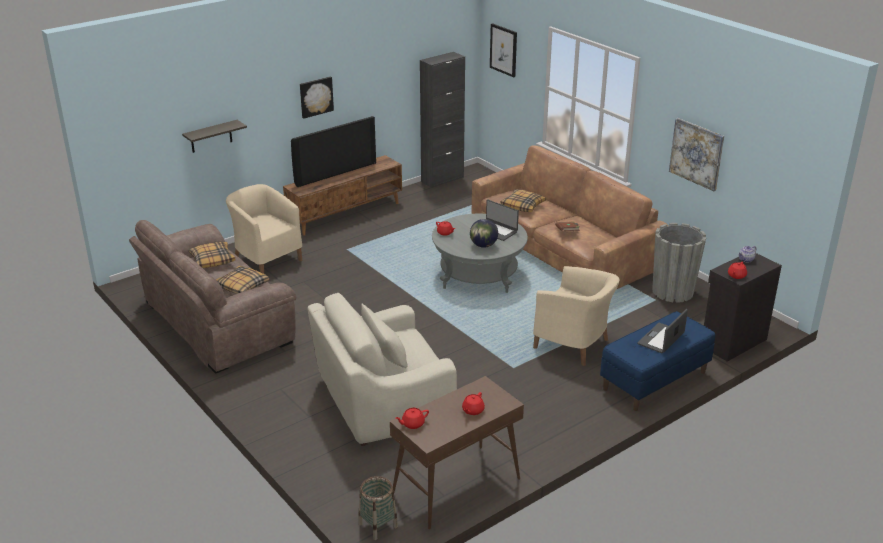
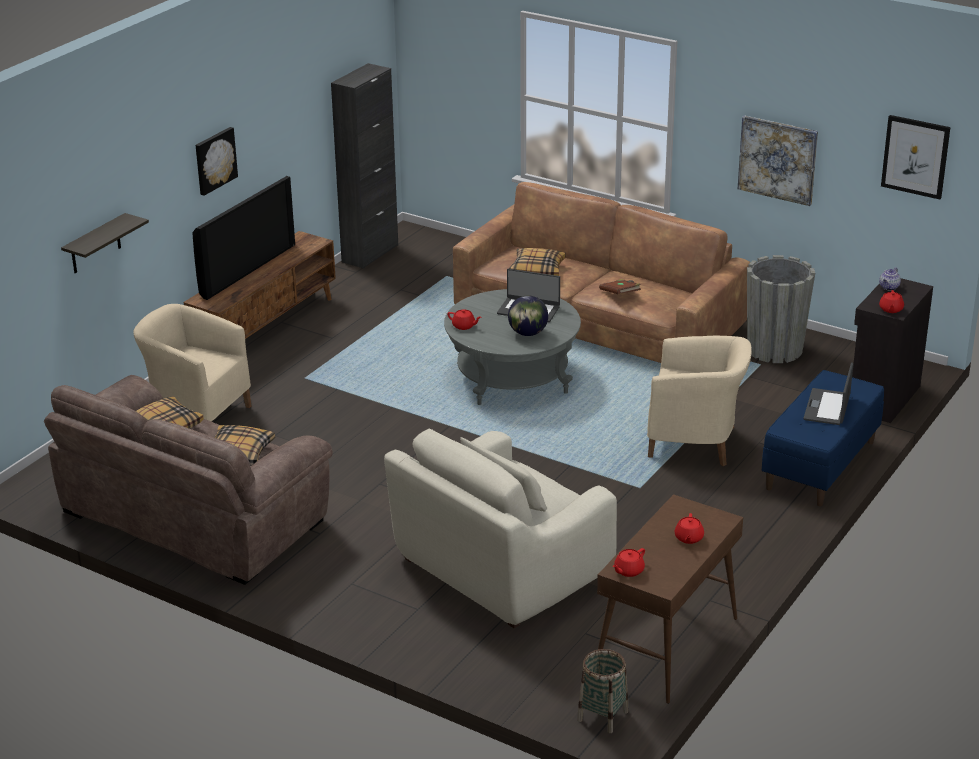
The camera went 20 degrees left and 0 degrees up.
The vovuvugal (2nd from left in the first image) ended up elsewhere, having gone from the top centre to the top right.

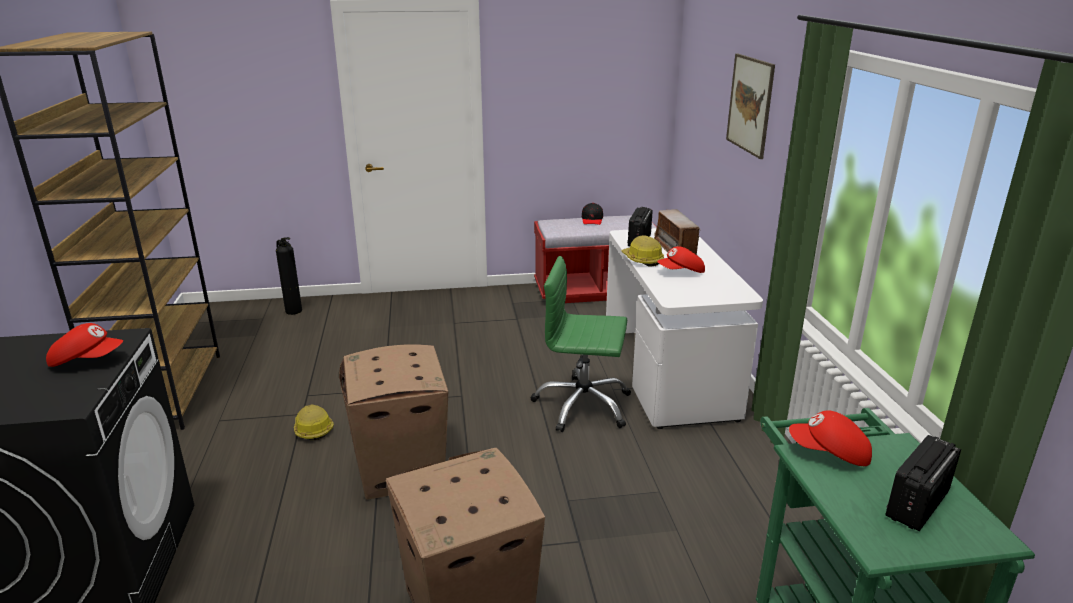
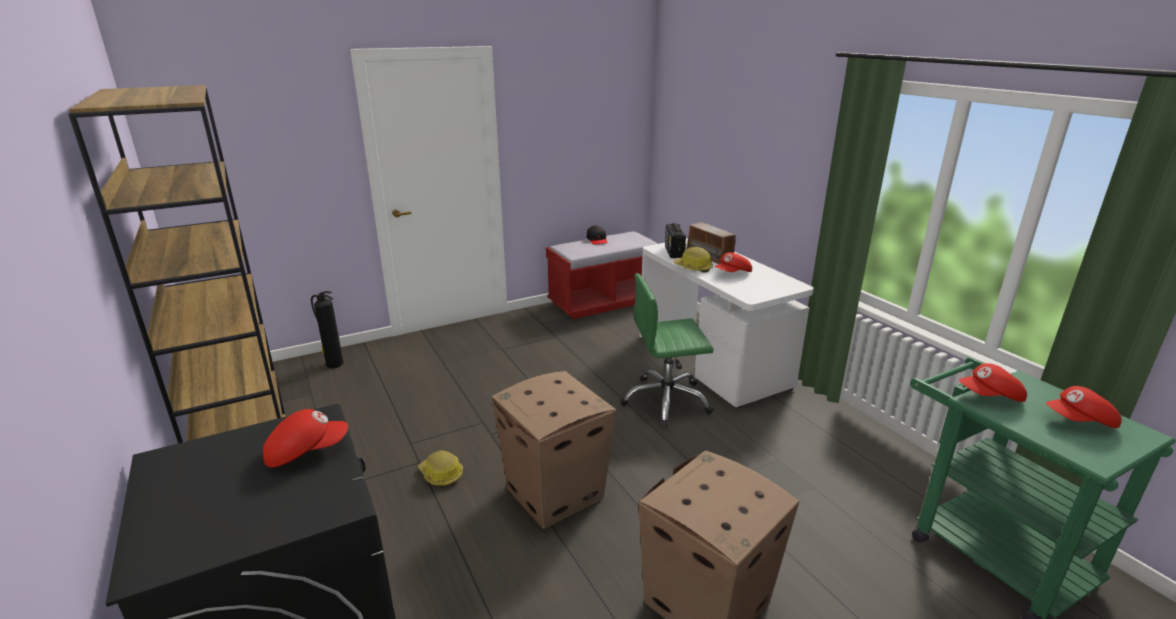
The camera went 20 degrees left and 0 degrees up.
Where the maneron (3rd from left) stood at the bottom right, the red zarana (4th from left) came to stand at the middle right.
The second view lost the vovuvugal at the top right.

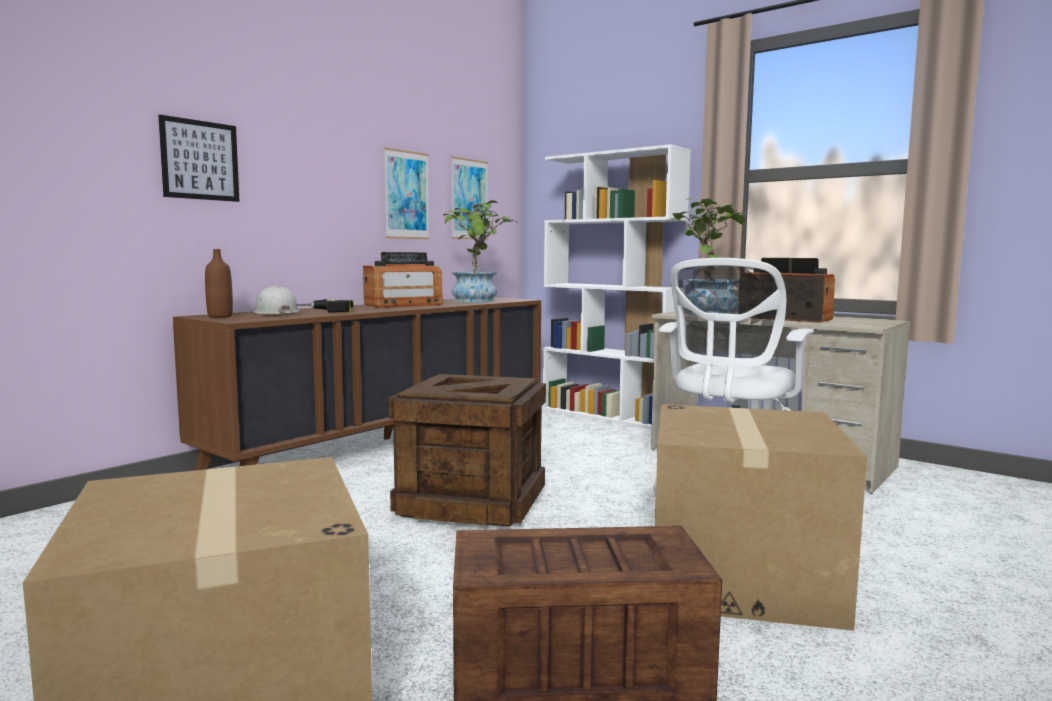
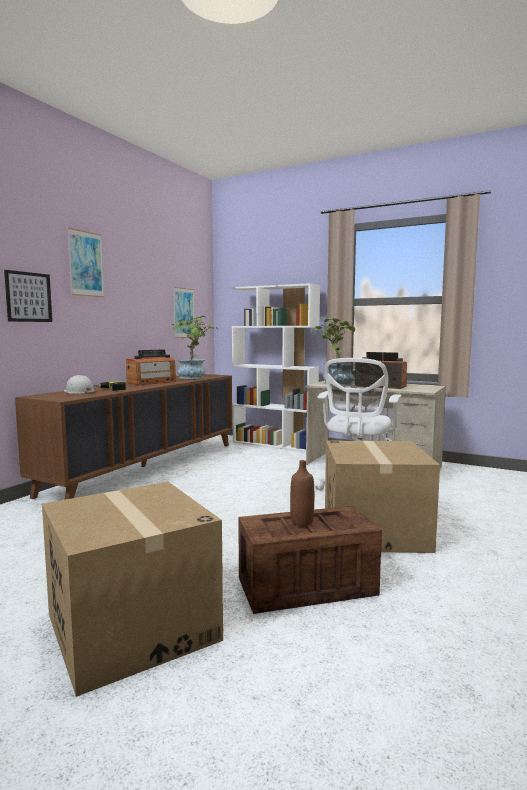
The camera went 10 degrees left and 0 degrees up.
The vovuvugal (2nd from left) ended up elsewhere, having gone from the top centre to the top left.
The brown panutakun ended up elsewhere, having gone from the middle left to the centre.
The second view lost the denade (1st from left) at the centre.

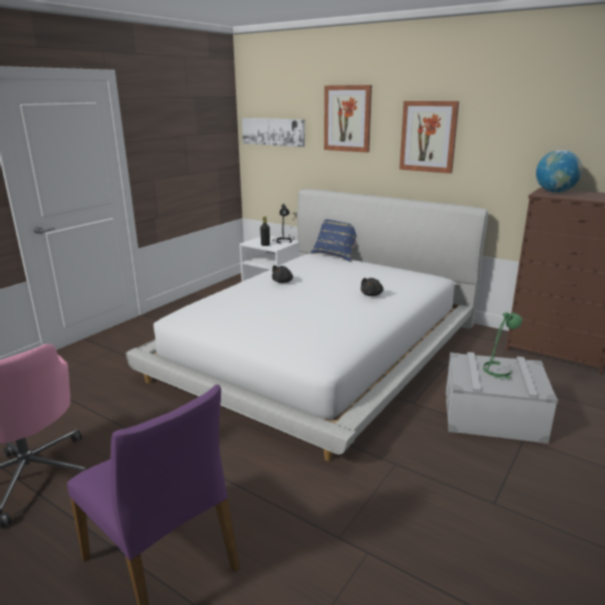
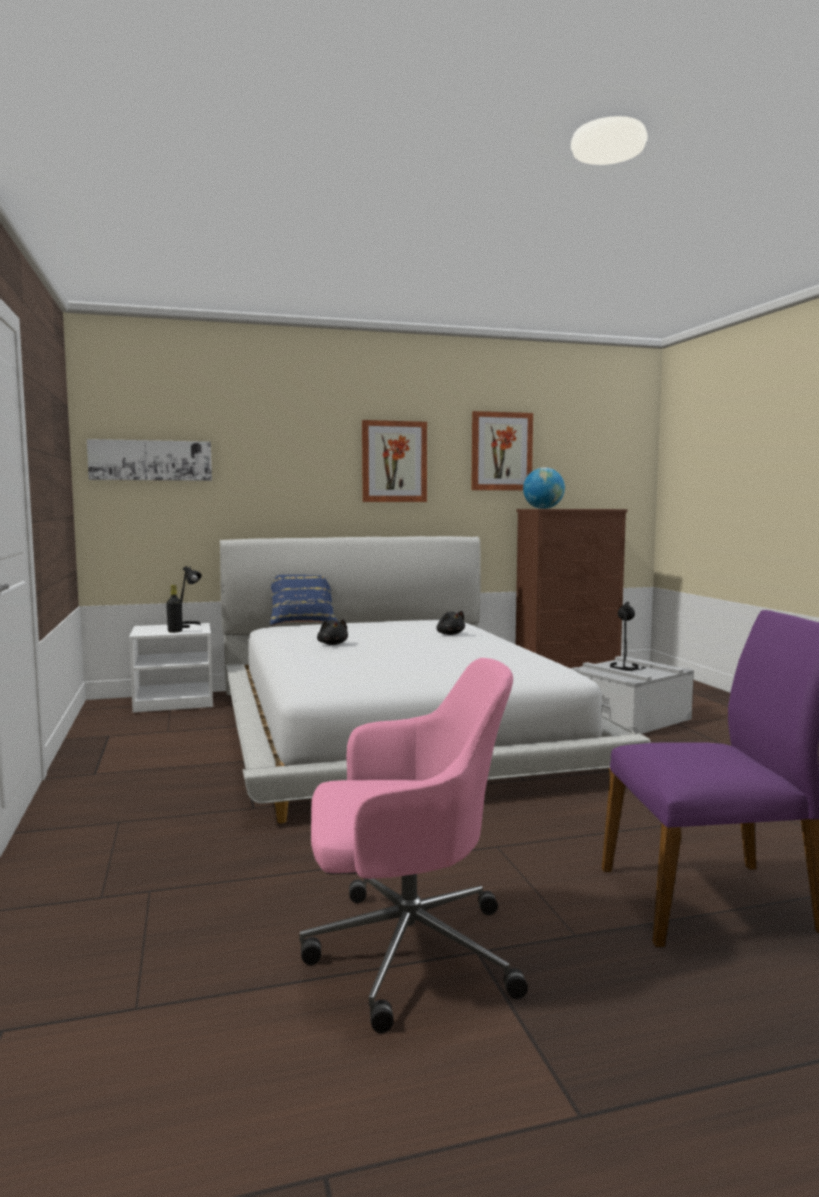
The camera went 50 degrees left and 15 degrees down.
The vovuvugal (2nd from left in the first image) ended up elsewhere, having gone from the top centre to the centre.
What was the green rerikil at the middle right turned into the black rerikil (2nd from left) at the middle right.

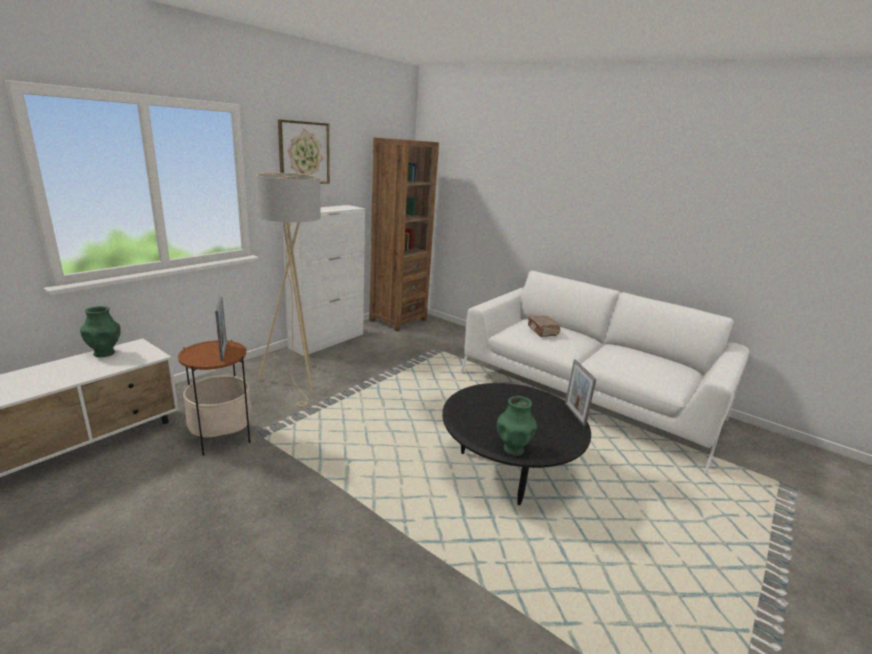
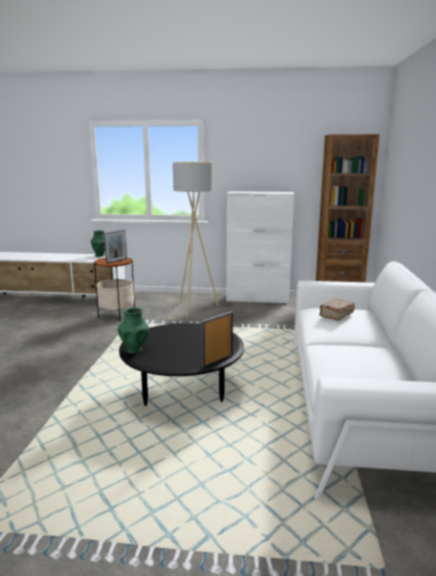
The camera went 60 degrees right and 5 degrees down.
The second view lost the vovuvugal at the top centre.

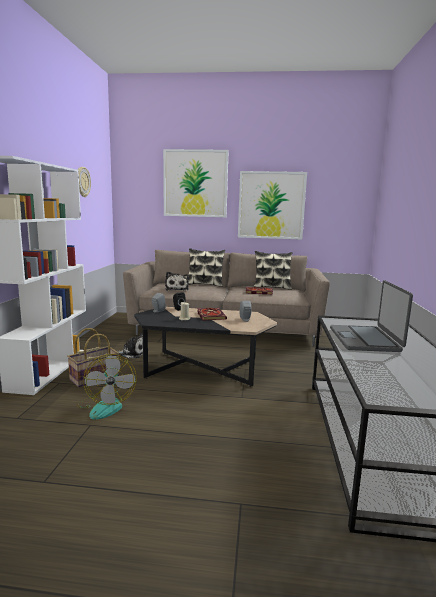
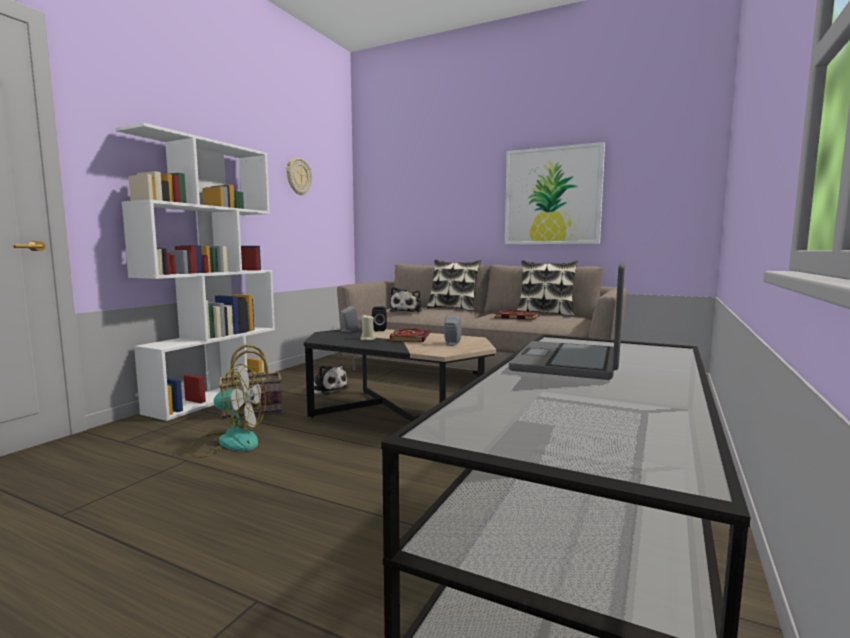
The camera went 20 degrees right and 5 degrees down.
The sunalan at the middle left ended up facing another way, 90 degrees counterclockwise from before.
The second view lost the vovuvugal (1st from left) at the top centre.

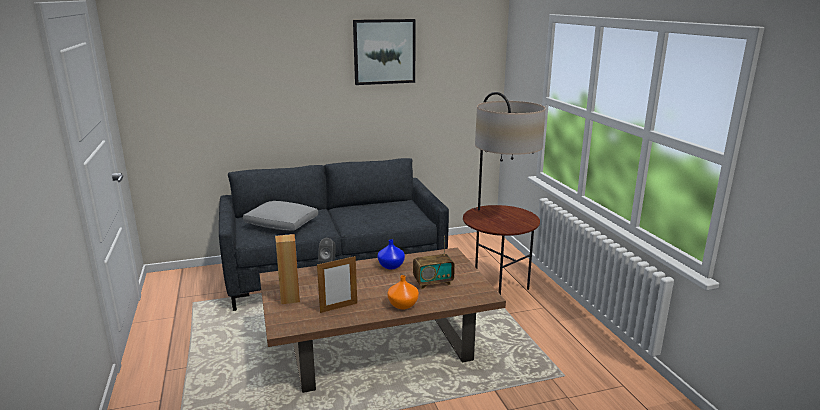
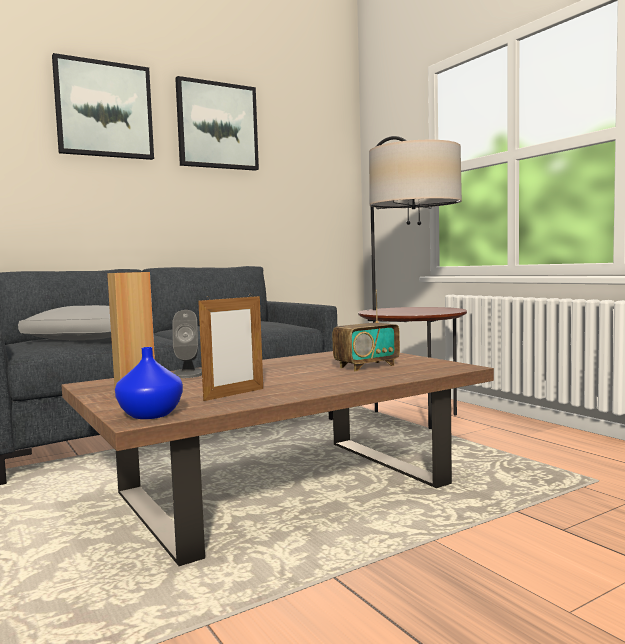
The camera went 15 degrees left and 15 degrees down.
The second view gained the vovuvugal (1st from left) at the top left.
The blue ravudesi ended up elsewhere, having gone from the centre to the middle left.
The second view lost the orange ravudesi at the bottom centre.

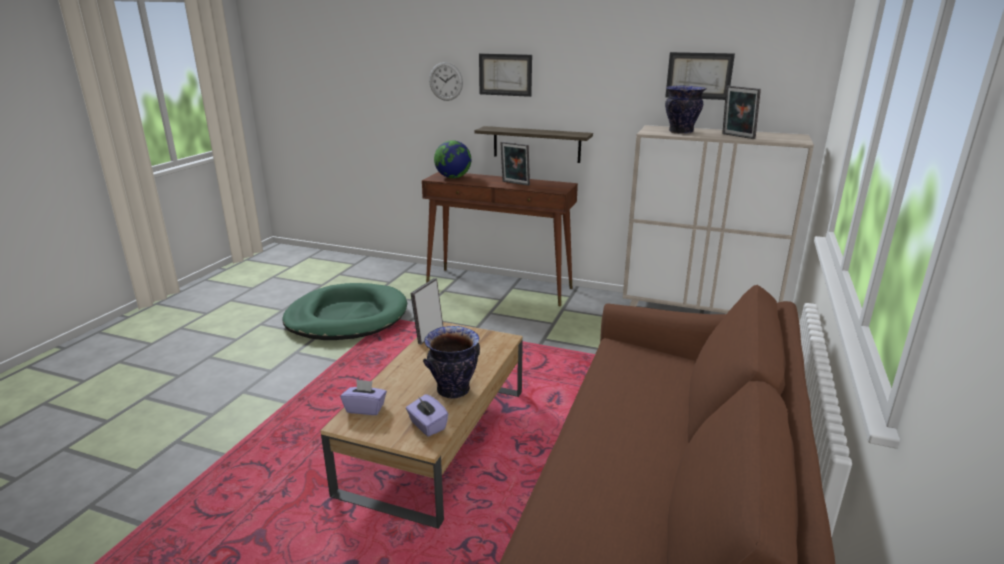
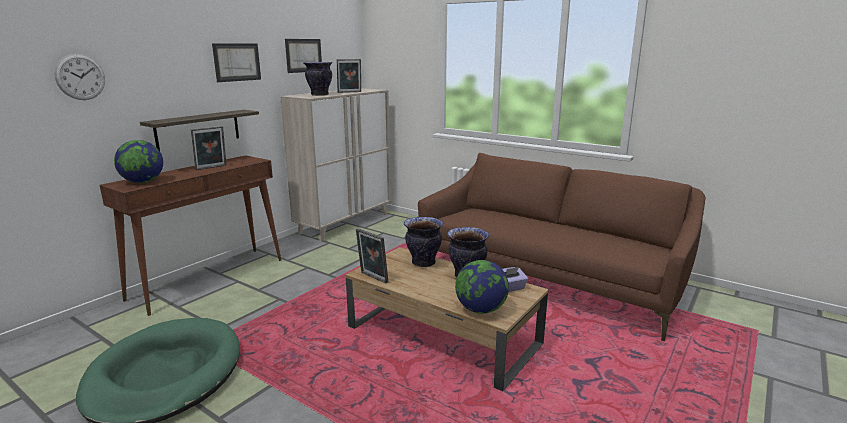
The camera went 75 degrees left and 5 degrees down.
The vovuvugal (1st from left) ended up elsewhere, having gone from the top centre to the top left.
The second view gained the ravudesi (2nd from left) at the centre.
Where the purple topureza (1st from left) stood at the bottom centre, the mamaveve (2nd from left) came to stand at the bottom centre.

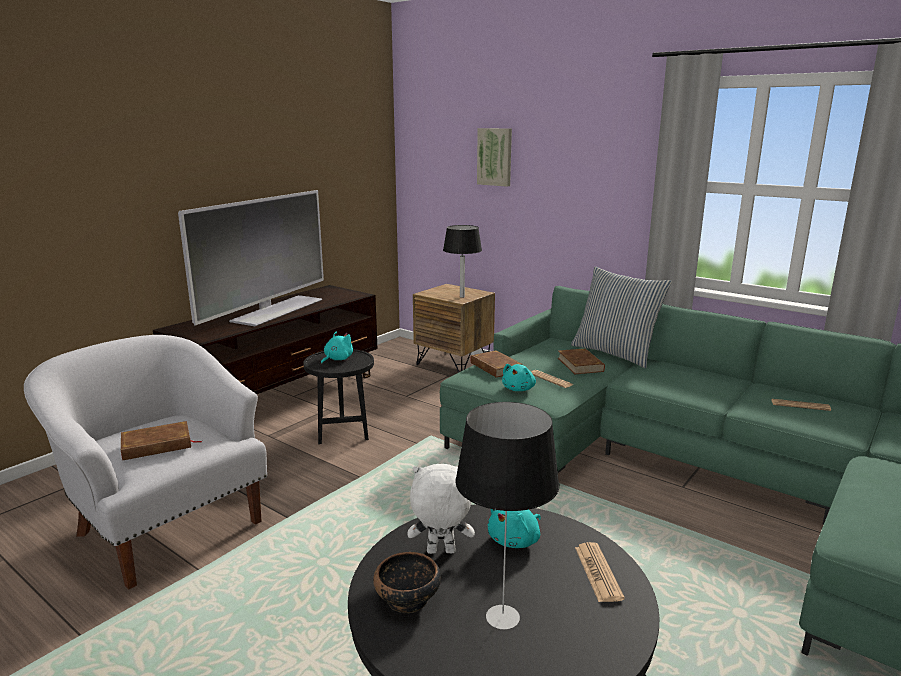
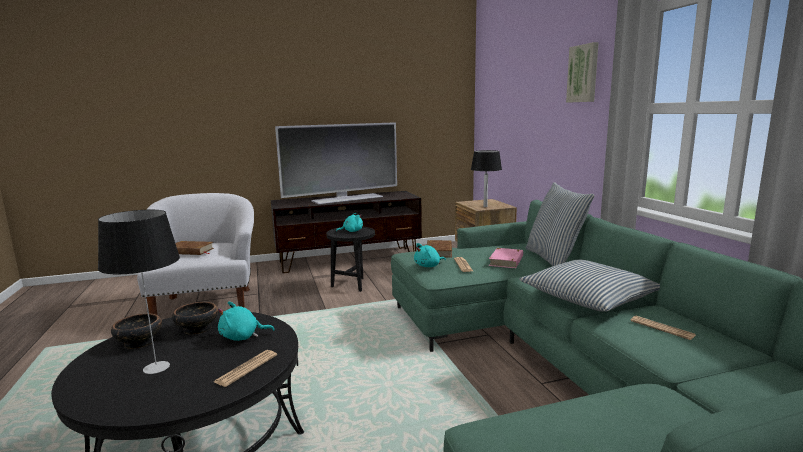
The camera went 35 degrees right and 5 degrees down.
Where the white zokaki stood at the bottom centre, the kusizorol (2nd from left) came to stand at the bottom left.
What was the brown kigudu (3rd from left) at the centre turned into the pink kigudu at the centre.
The second view gained the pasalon (2nd from left) at the middle right.
The vovuvugal ended up elsewhere, having gone from the top centre to the top right.

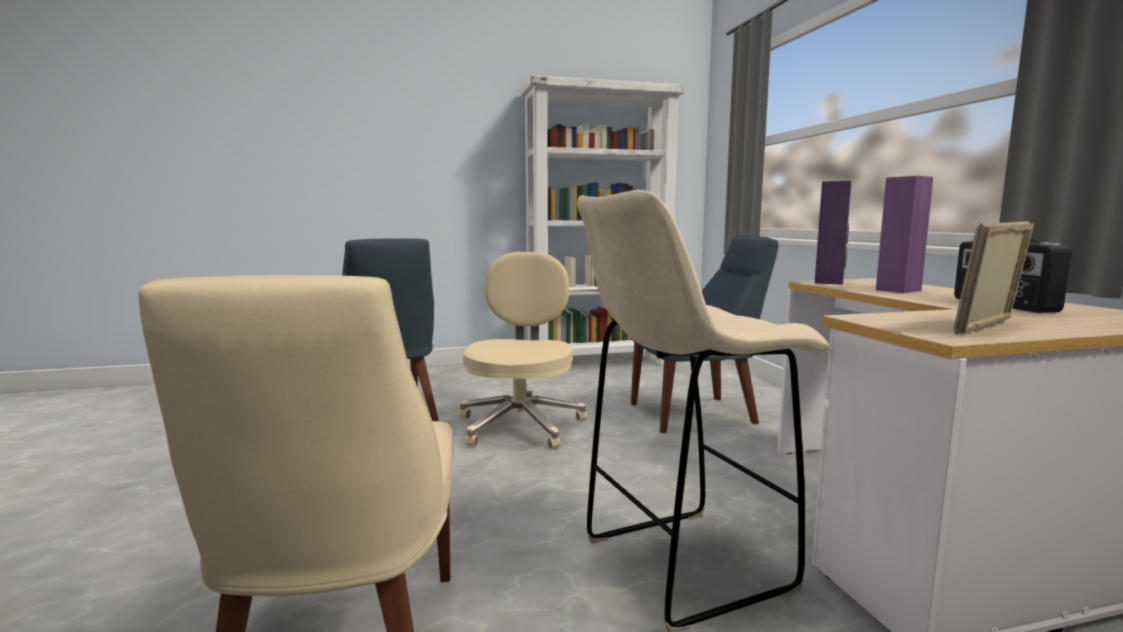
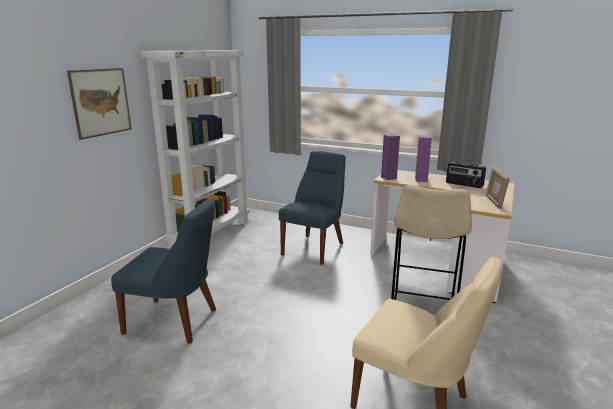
The camera went 50 degrees left and 10 degrees up.
The second view gained the vovuvugal at the top left.
The second view lost the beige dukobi at the centre.

